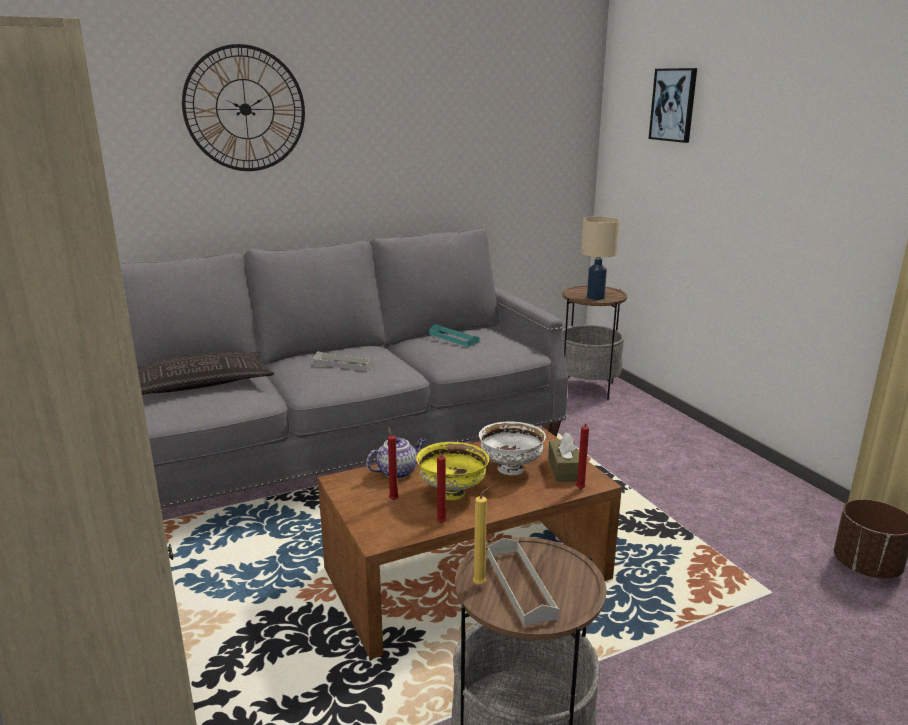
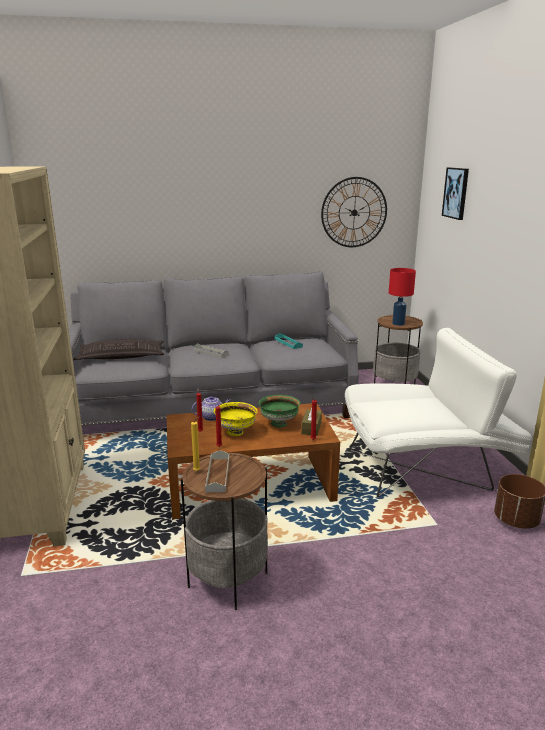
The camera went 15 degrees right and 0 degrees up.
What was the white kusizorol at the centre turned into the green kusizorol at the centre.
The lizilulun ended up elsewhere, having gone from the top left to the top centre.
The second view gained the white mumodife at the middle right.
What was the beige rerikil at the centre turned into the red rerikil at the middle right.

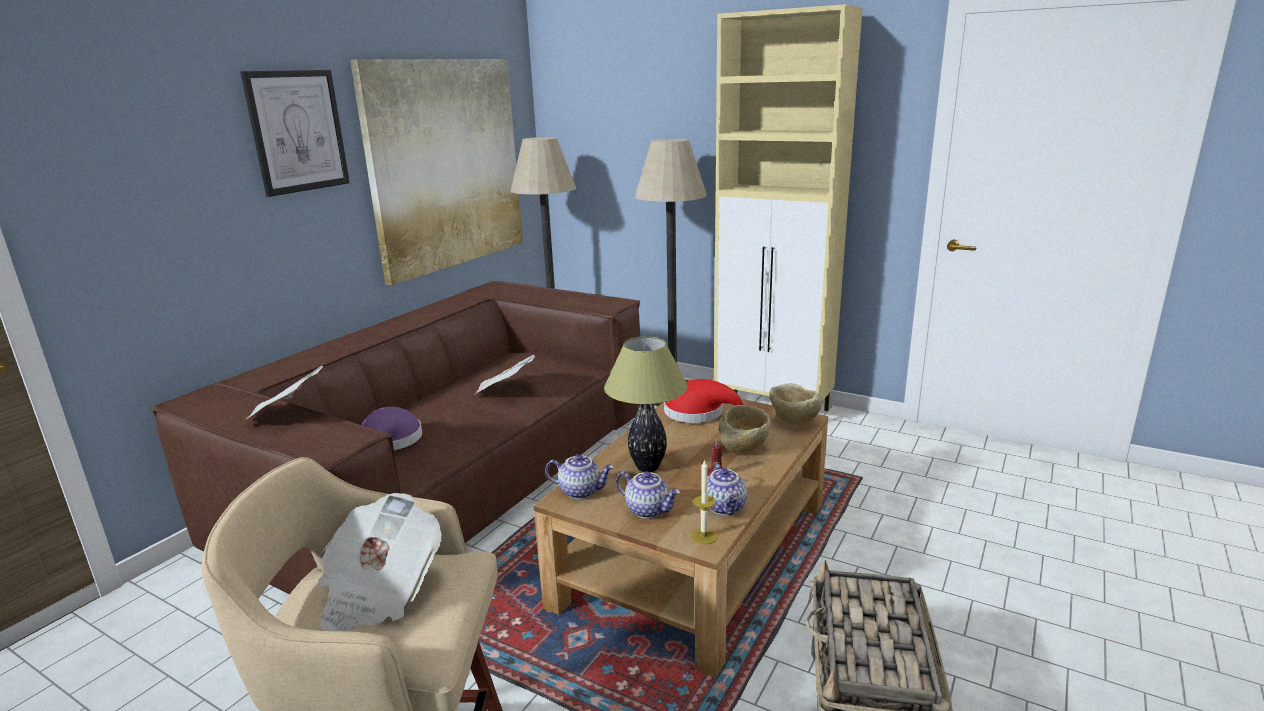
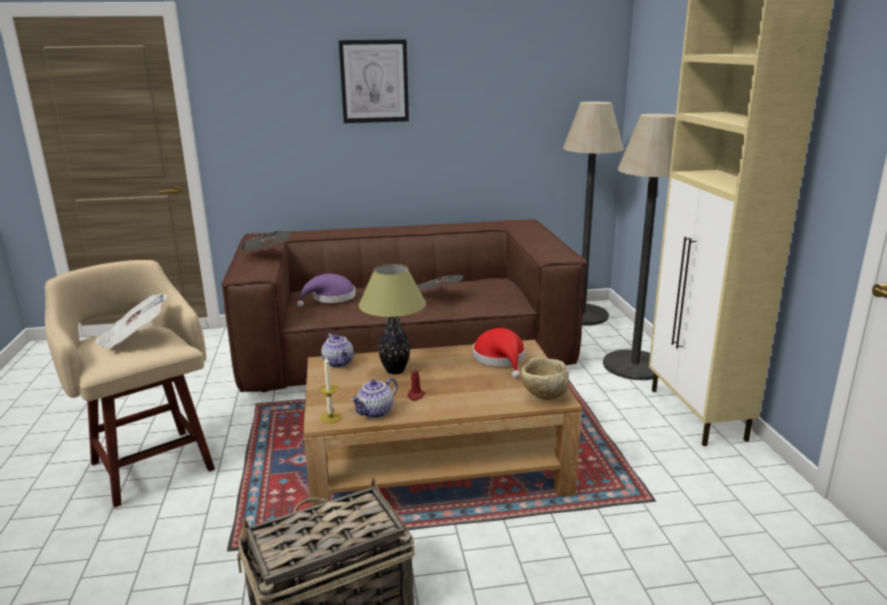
The camera went 50 degrees right and 0 degrees up.
The second view lost the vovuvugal (2nd from left) at the top centre.
The second view lost the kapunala (2nd from left) at the bottom centre.
The second view lost the beige kusizorol (1st from left) at the centre.

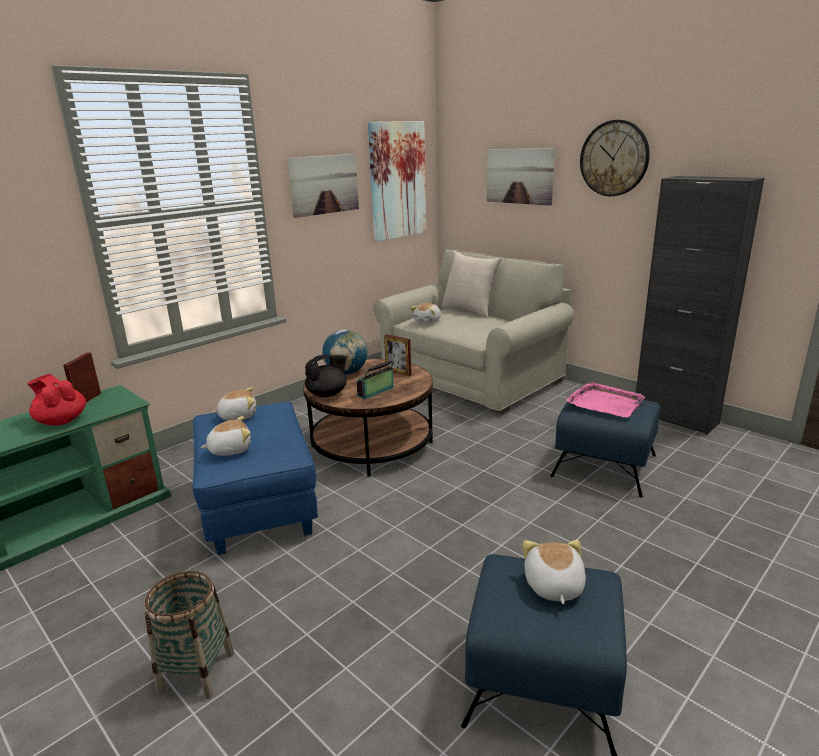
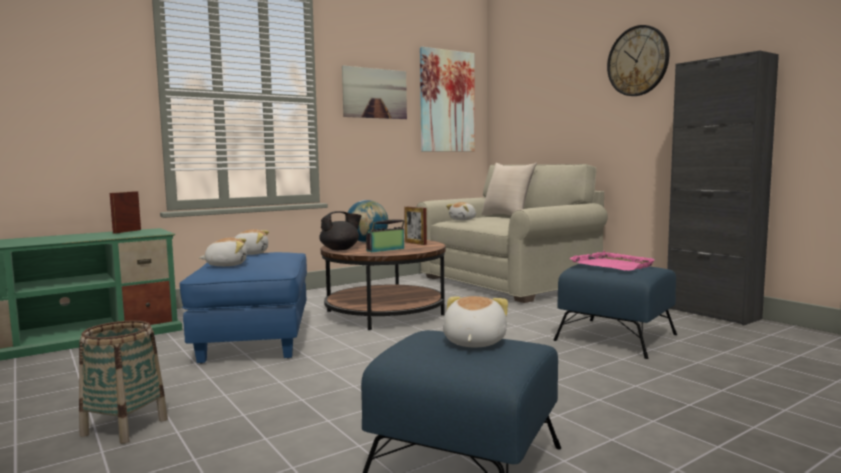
The camera went 10 degrees right and 15 degrees down.
The second view lost the red kapunala at the middle left.
The second view lost the vovuvugal (3rd from left) at the top centre.

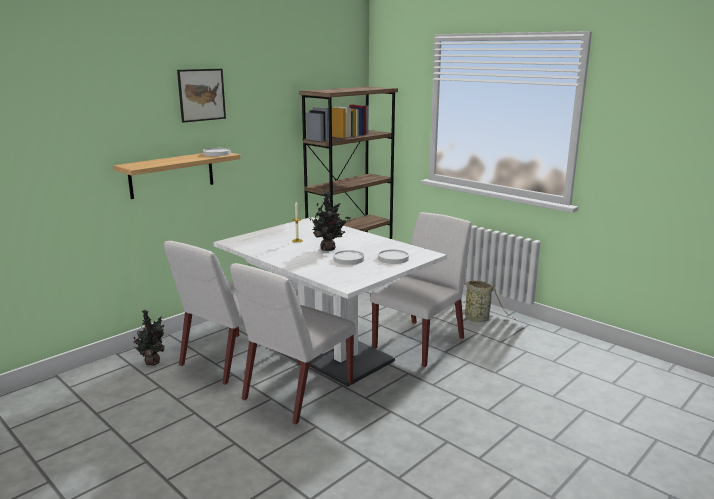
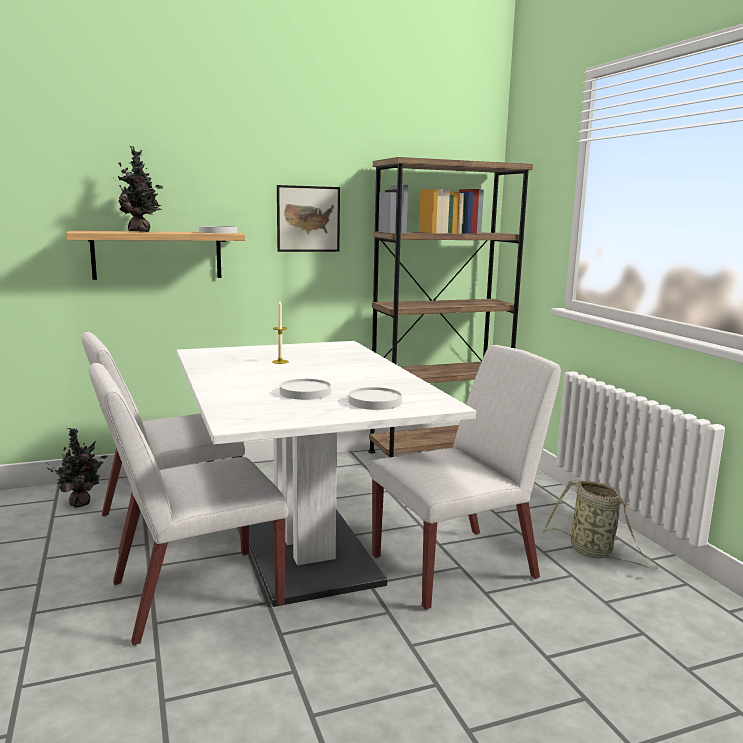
The camera went 25 degrees right and 5 degrees down.
The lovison (2nd from left) ended up elsewhere, having gone from the centre to the top left.
The vovuvugal ended up elsewhere, having gone from the top left to the top centre.

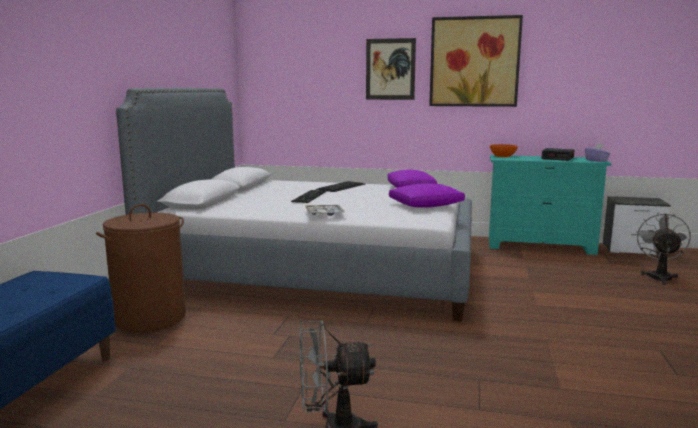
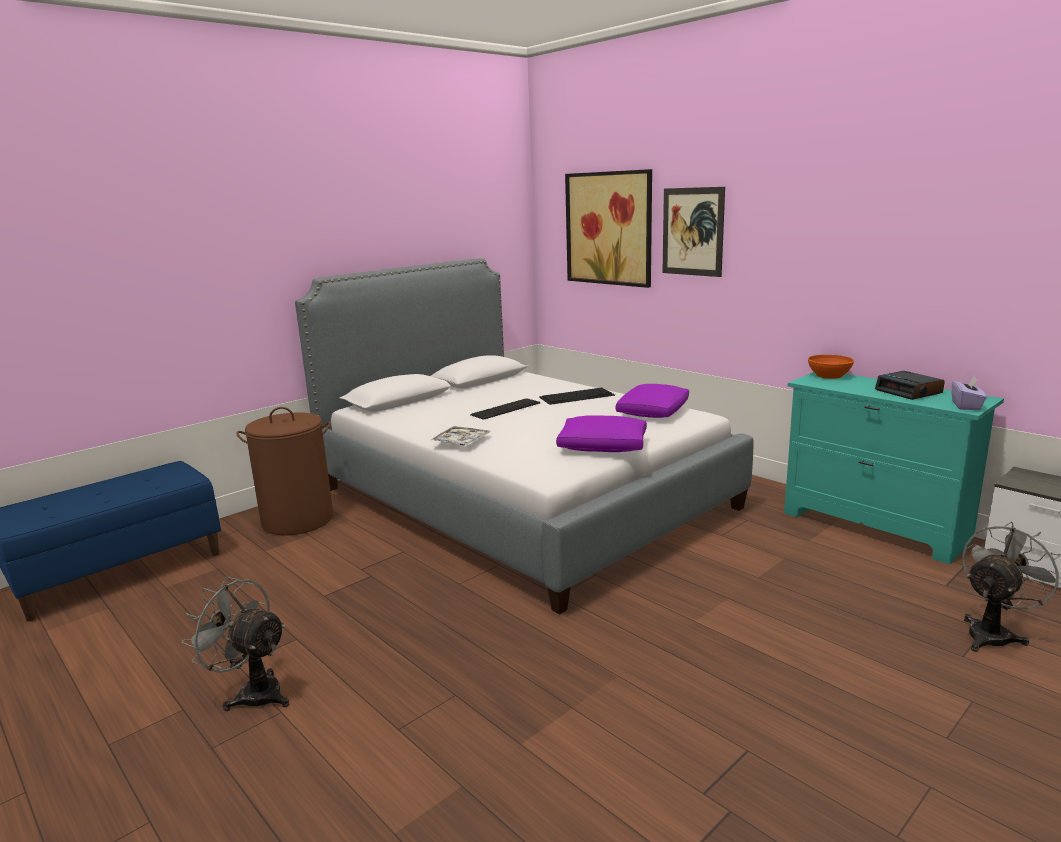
The camera went 35 degrees right and 5 degrees up.
The vovuvugal (2nd from left in the first image) ended up elsewhere, having gone from the top right to the top centre.

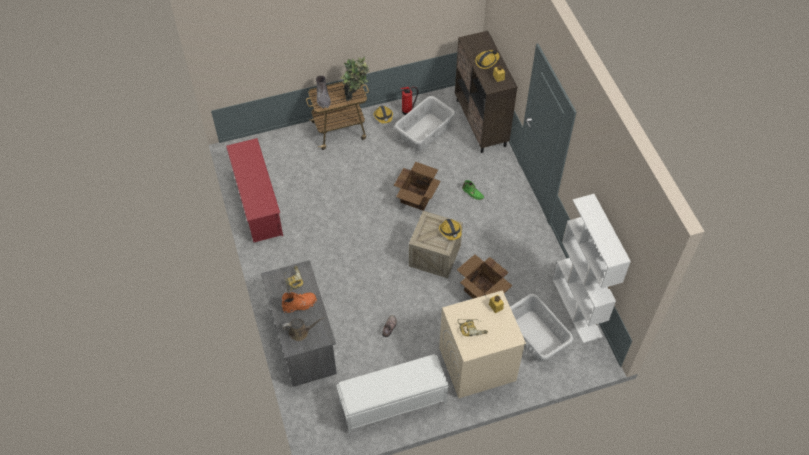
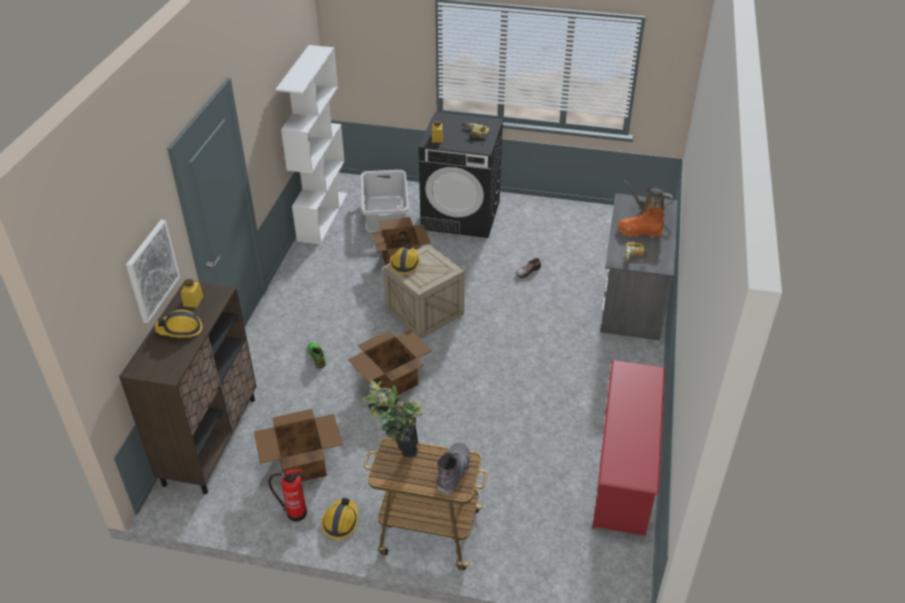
The camera went 150 degrees left and 15 degrees down.
The second view gained the vovuvugal at the middle left.
Where the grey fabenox (1st from left) stood at the top centre, the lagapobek (1st from left) came to stand at the bottom left.
What was the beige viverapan at the bottom centre turned into the black viverapan at the top centre.
The second view lost the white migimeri at the bottom centre.

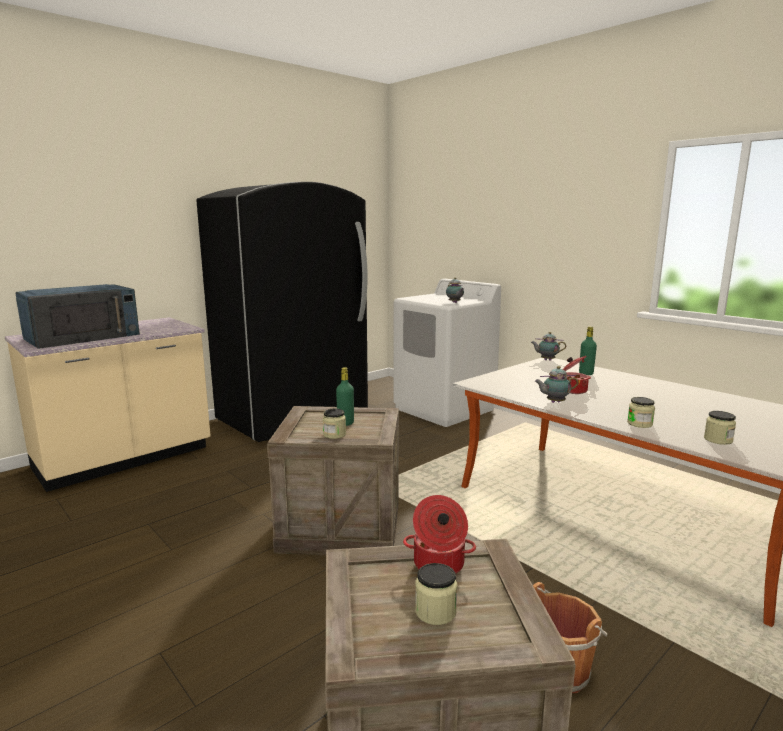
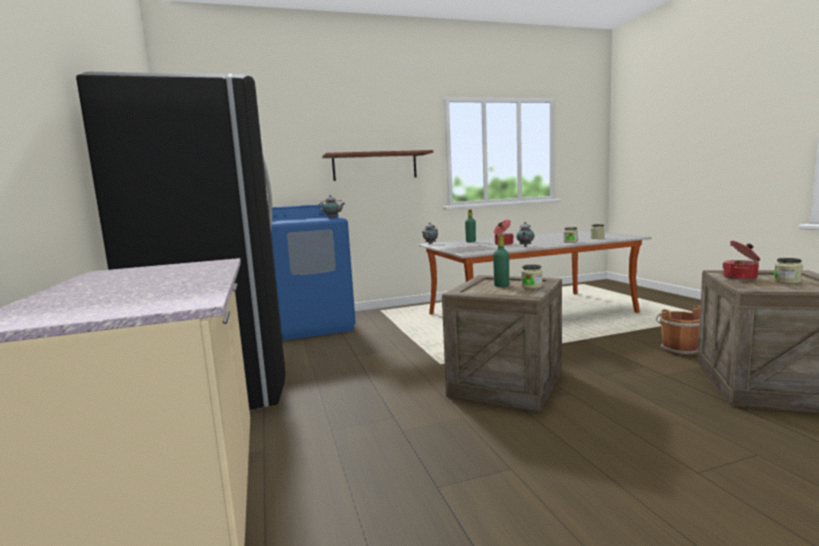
The camera went 65 degrees left and 5 degrees down.
What was the white viverapan at the centre turned into the blue viverapan at the centre.
The second view gained the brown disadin at the top centre.
The second view lost the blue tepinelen at the middle left.

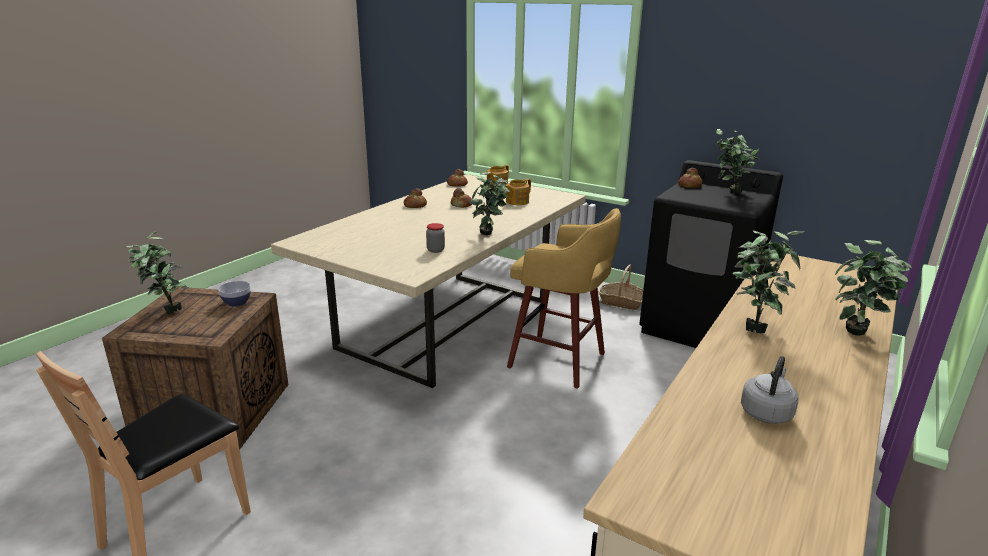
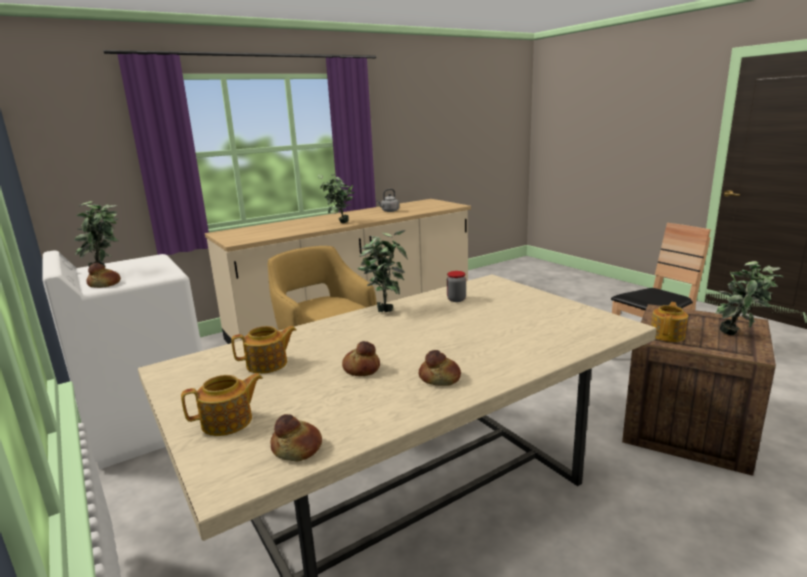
The camera went 155 degrees left and 5 degrees down.
What was the black viverapan at the middle right turned into the white viverapan at the middle left.
Where the kusizorol stood at the middle left, the kapunala (3rd from left) came to stand at the middle right.
The second view lost the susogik at the centre.
The second view lost the lovison (5th from left) at the middle right.

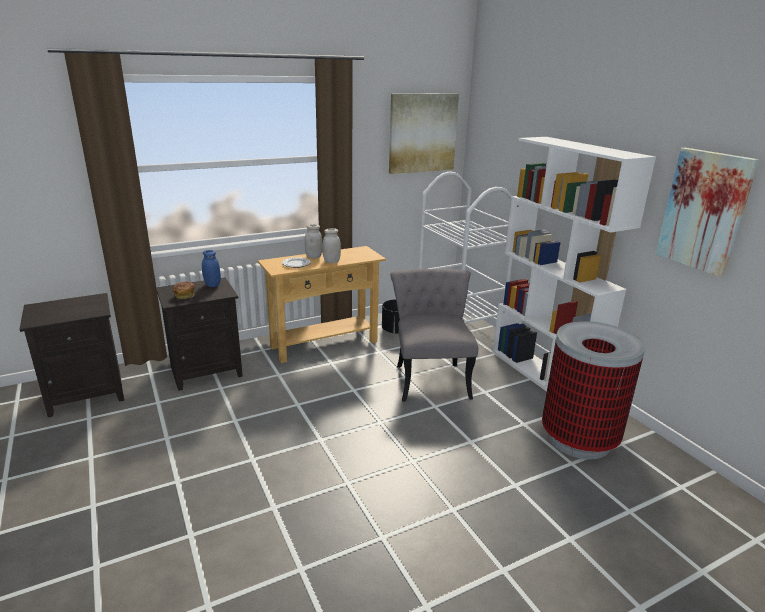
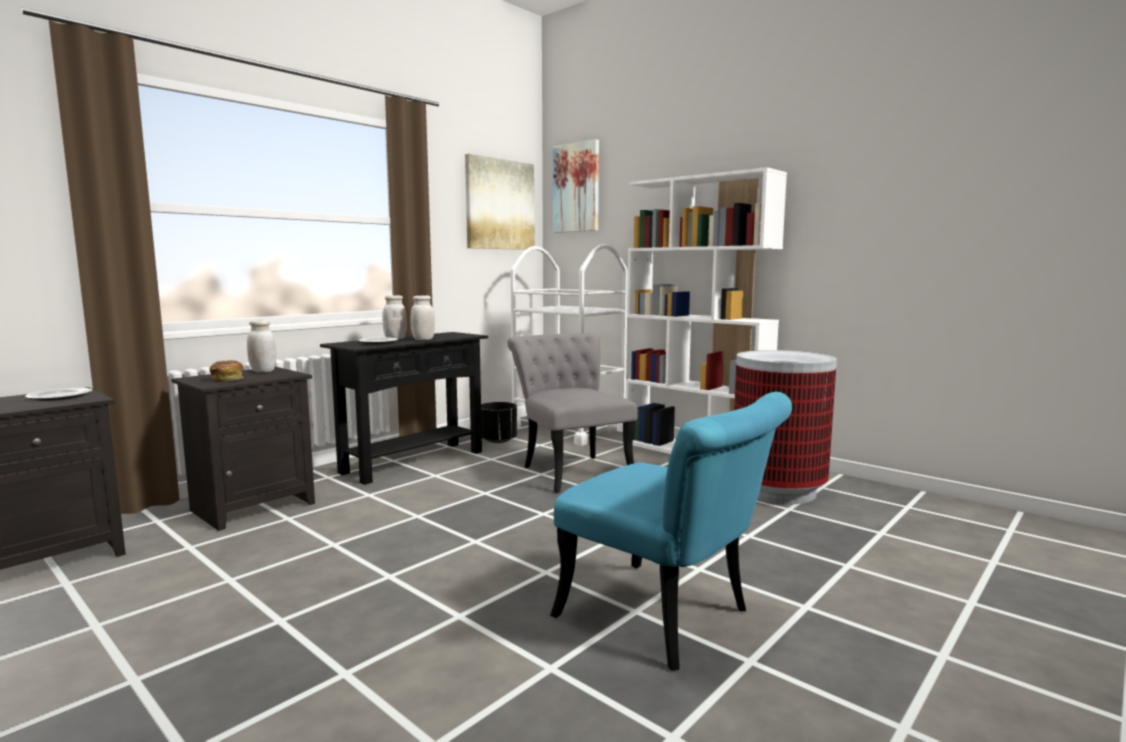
The camera went 20 degrees left and 15 degrees down.
The second view gained the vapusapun (1st from left) at the middle left.
What was the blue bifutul at the middle left turned into the white bifutul (1st from left) at the middle left.
What was the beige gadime at the centre turned into the black gadime at the centre.
The second view gained the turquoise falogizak at the bottom centre.
The vovuvugal (2nd from left) ended up elsewhere, having gone from the middle right to the top centre.

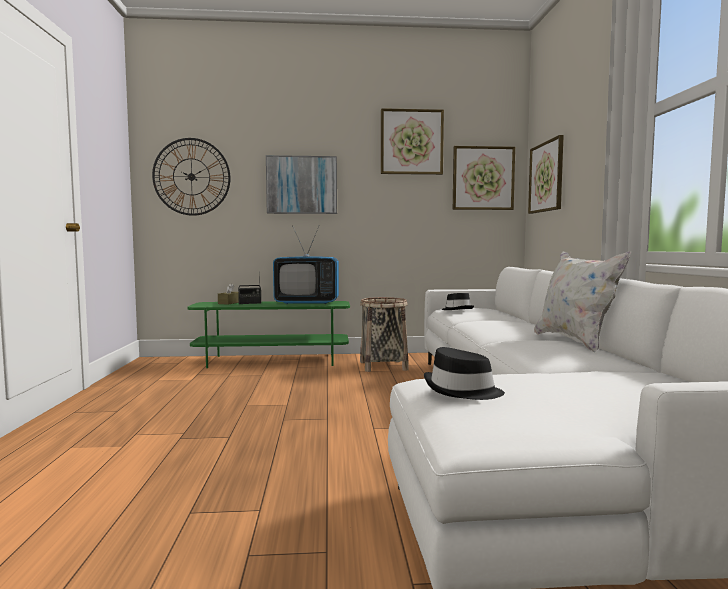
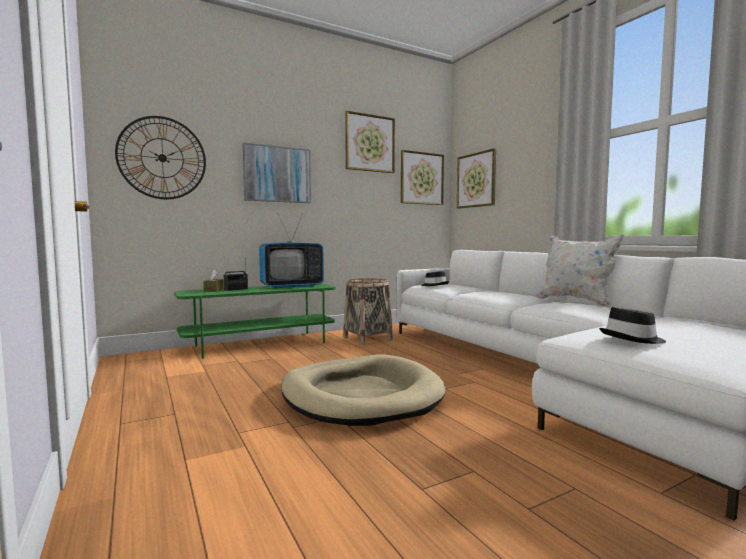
The camera went 25 degrees left and 0 degrees up.
The second view gained the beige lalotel at the bottom centre.

